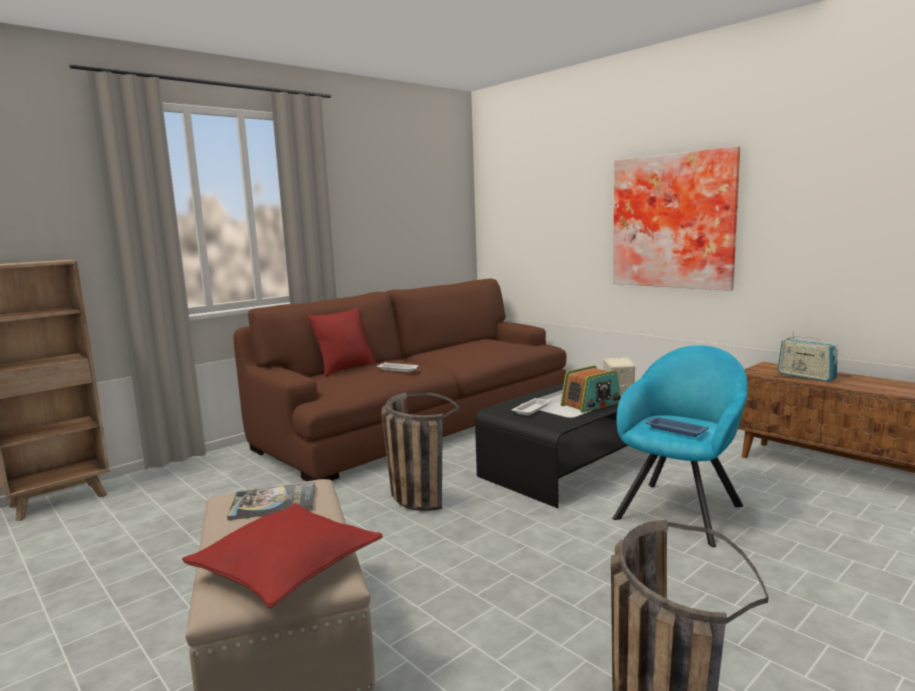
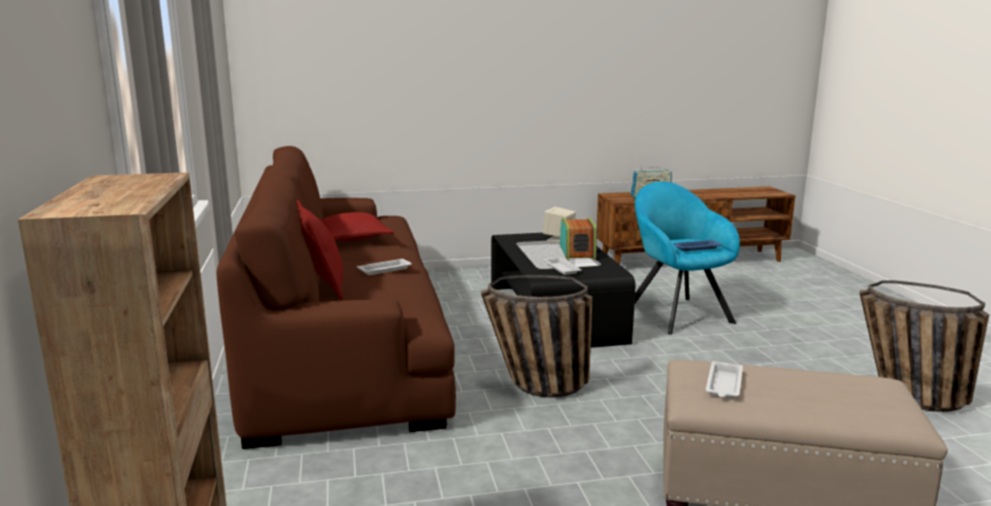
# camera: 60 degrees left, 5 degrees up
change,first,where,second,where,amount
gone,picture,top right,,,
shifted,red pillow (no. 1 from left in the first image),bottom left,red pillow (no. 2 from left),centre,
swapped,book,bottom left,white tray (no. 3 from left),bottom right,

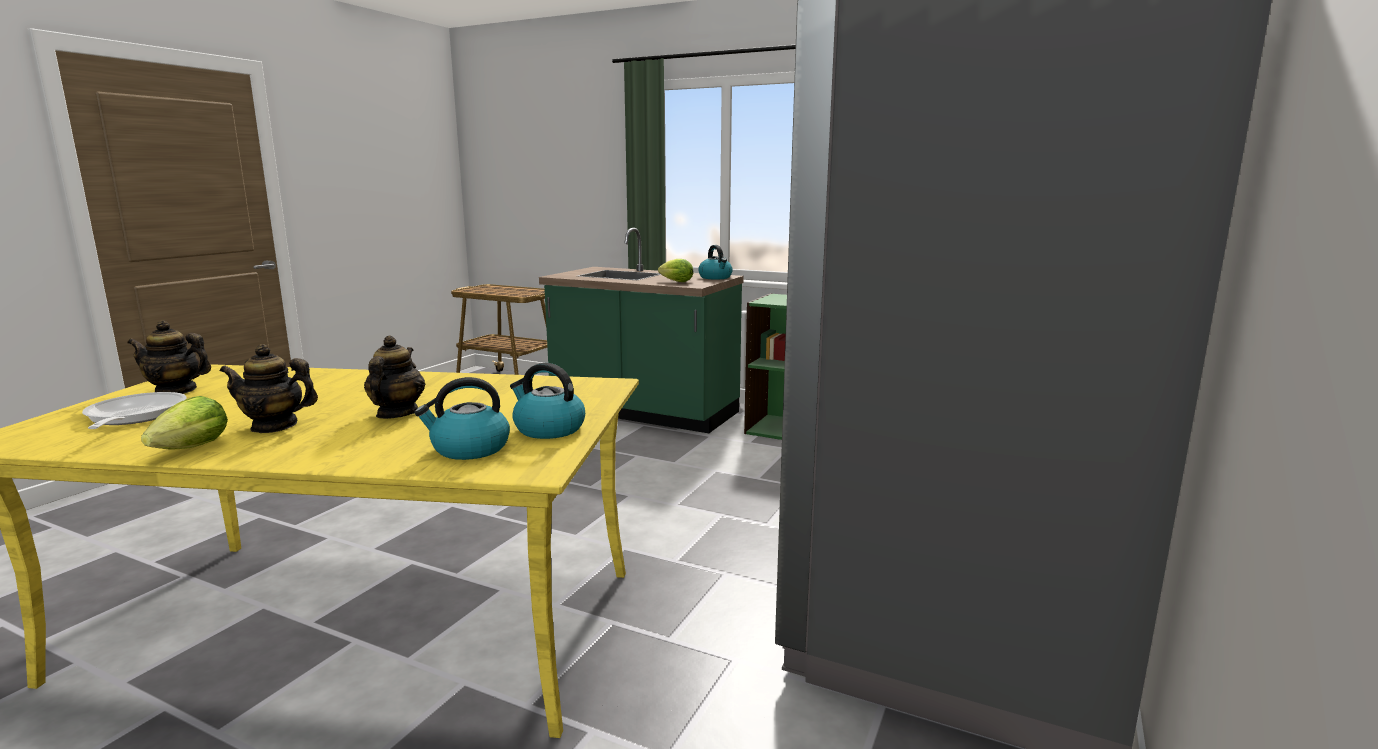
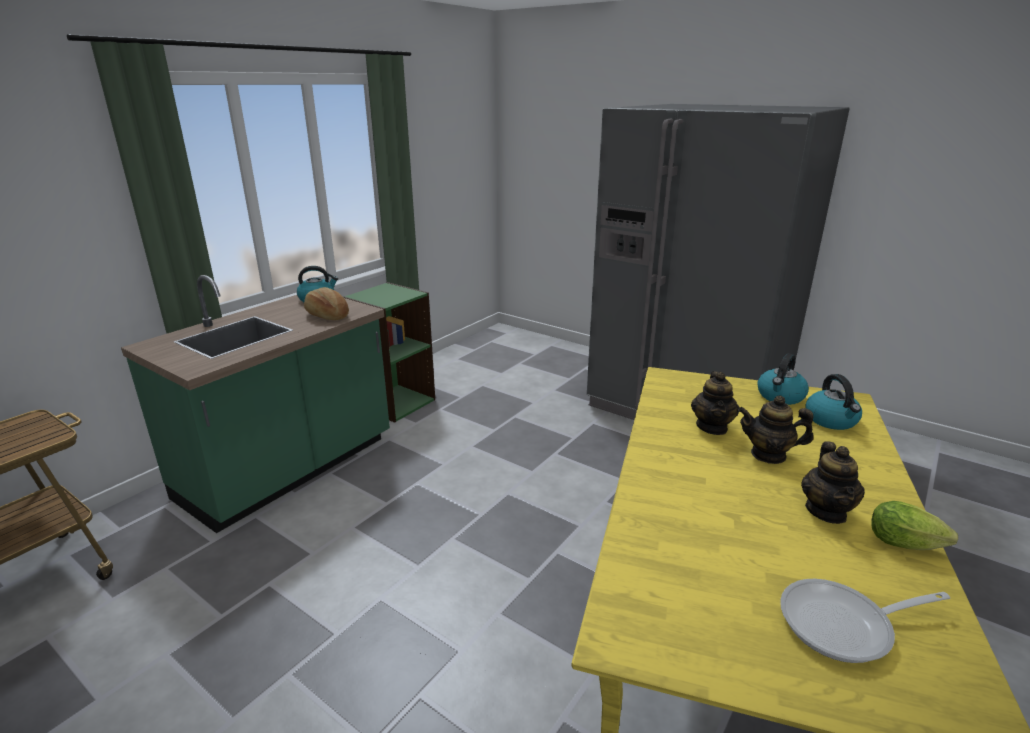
# camera: 80 degrees left, 10 degrees up
change,first,where,second,where,amount
shifted,teapot (no. 1 from left),middle left,,middle right,
swapped,lettuce (no. 2 from left),centre,bread,middle left,

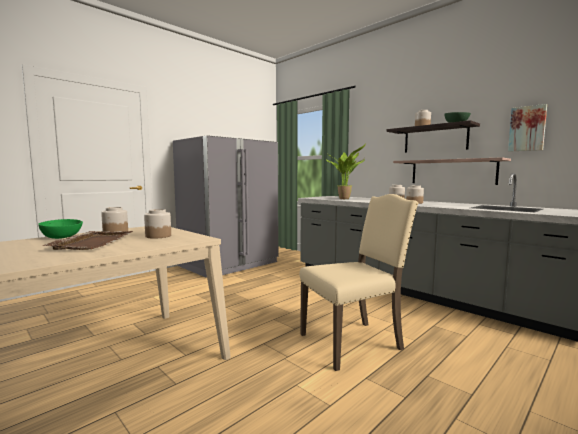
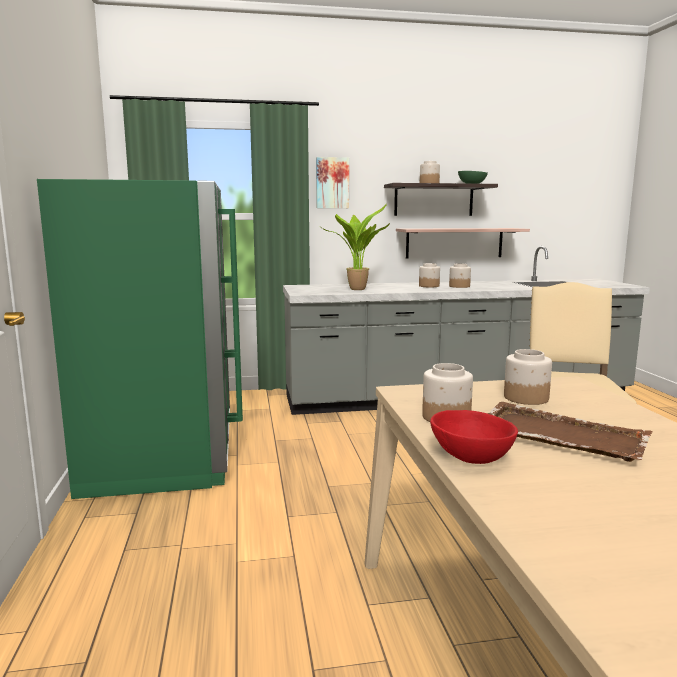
# camera: 55 degrees left, 5 degrees up
change,first,where,second,where,amount
shifted,picture,top right,,top centre,
repainted,green bowl (no. 1 from left),middle left,red bowl,middle right,
repainted,grey fridge,centre,green fridge,middle left,

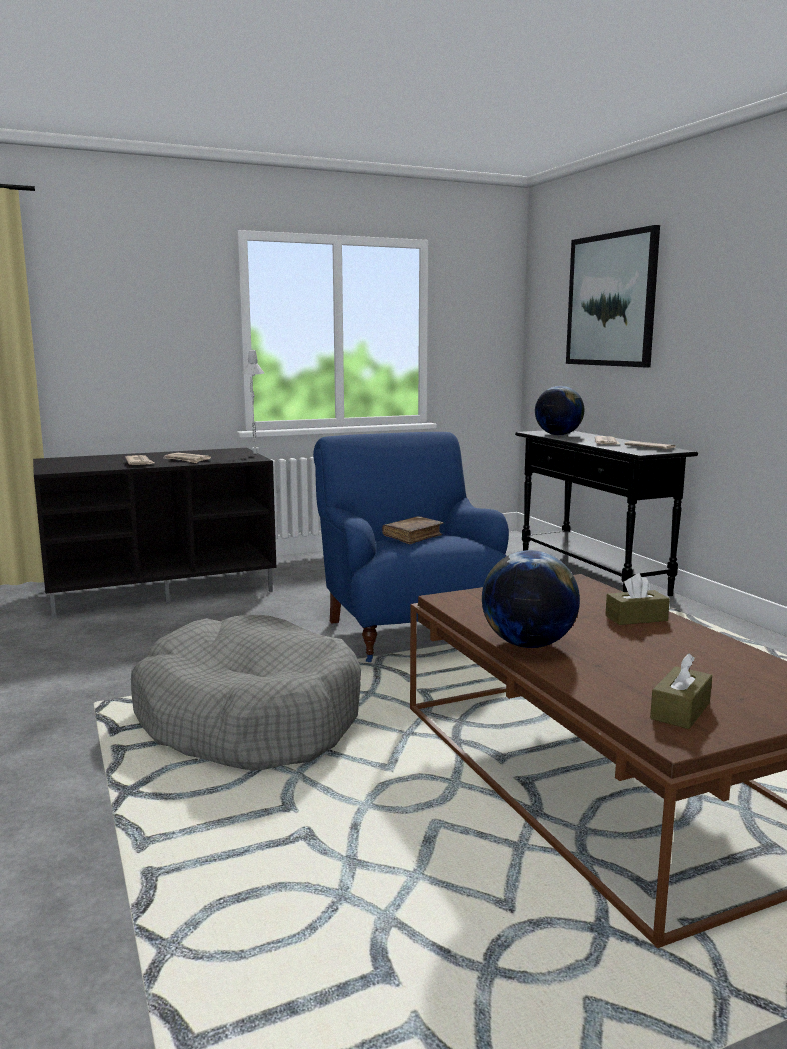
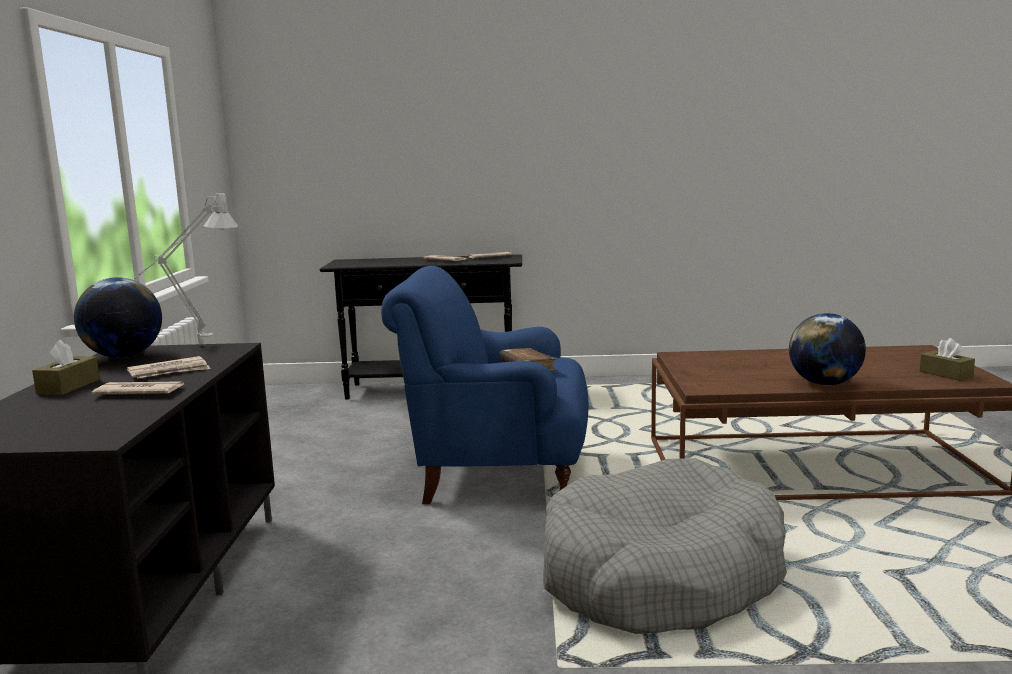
# camera: 65 degrees left, 0 degrees up
change,first,where,second,where,amount
gone,picture,top right,,,
shifted,globe (no. 2 from left in the first image),middle right,globe (no. 1 from left),middle left,
shifted,brown tissue box (no. 1 from left),middle right,,middle left,

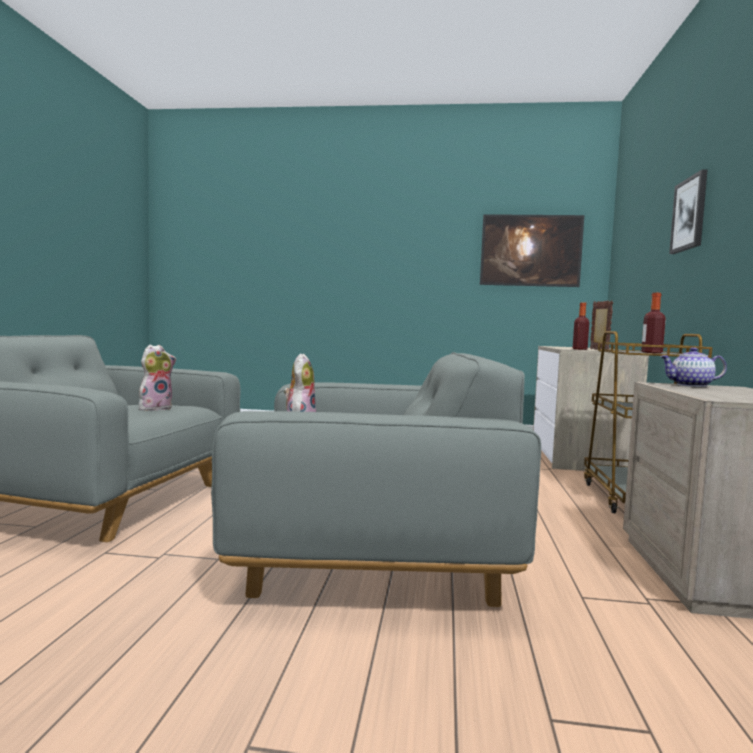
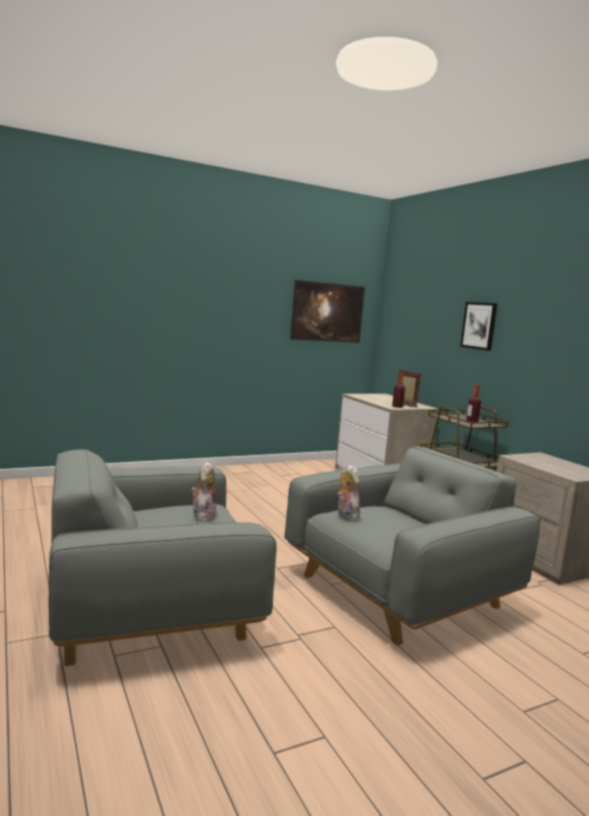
# camera: 35 degrees left, 5 degrees up
change,first,where,second,where,amount
gone,teapot,middle right,,,

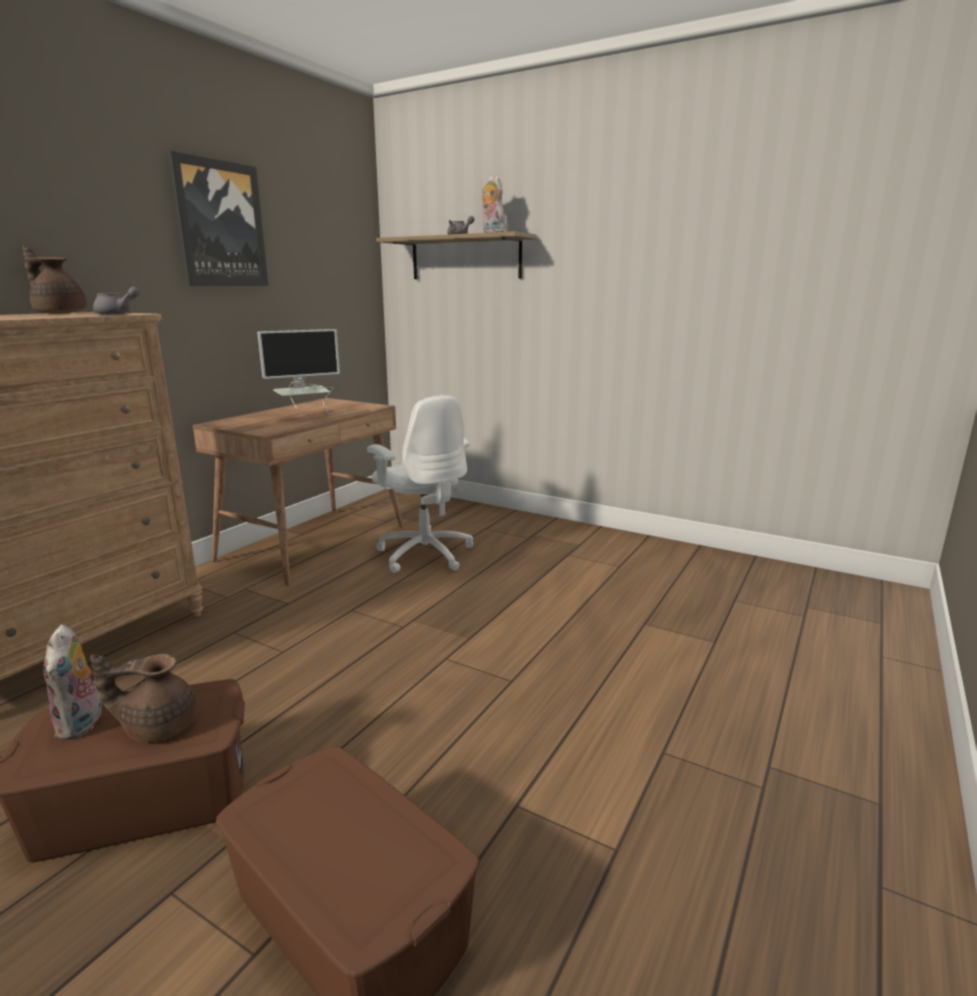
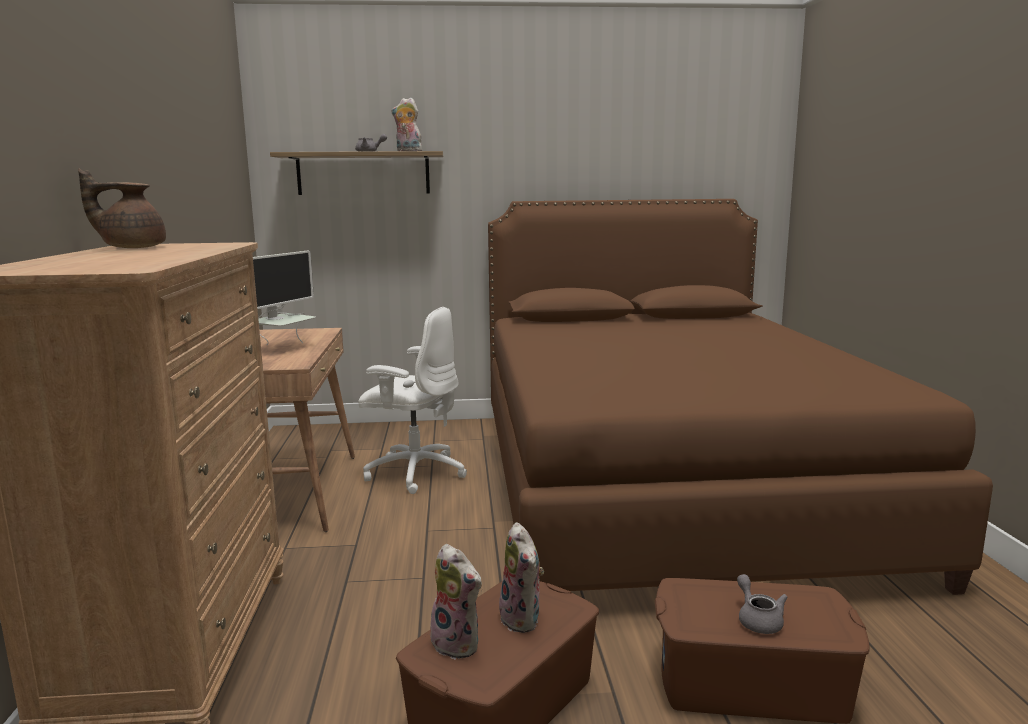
# camera: 35 degrees left, 5 degrees down
change,first,where,second,where,amount
gone,picture,top left,,,
new,,,brown bed,middle right,
shifted,grey teapot (no. 1 from left in the first image),top left,grey teapot (no. 2 from left),bottom right,
swapped,brown teapot (no. 2 from left),bottom left,plush toy (no. 3 from left),bottom centre,

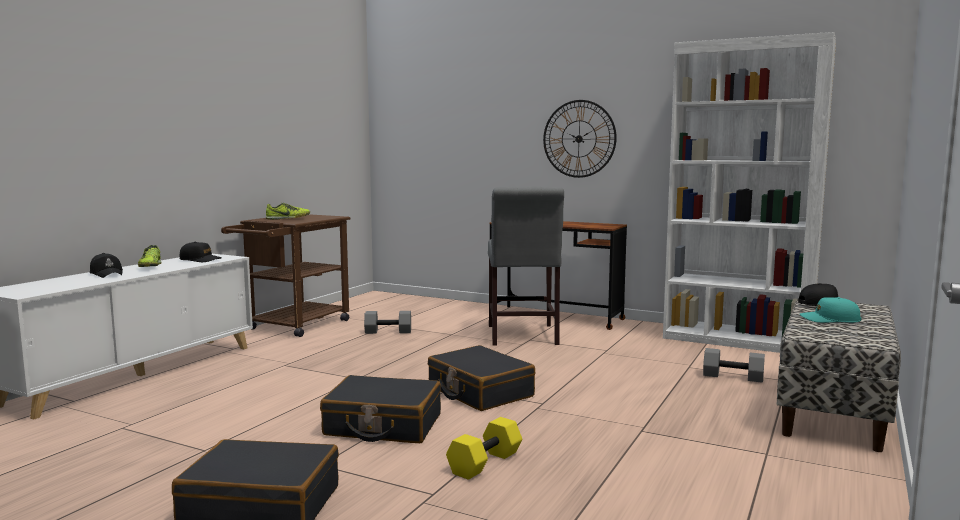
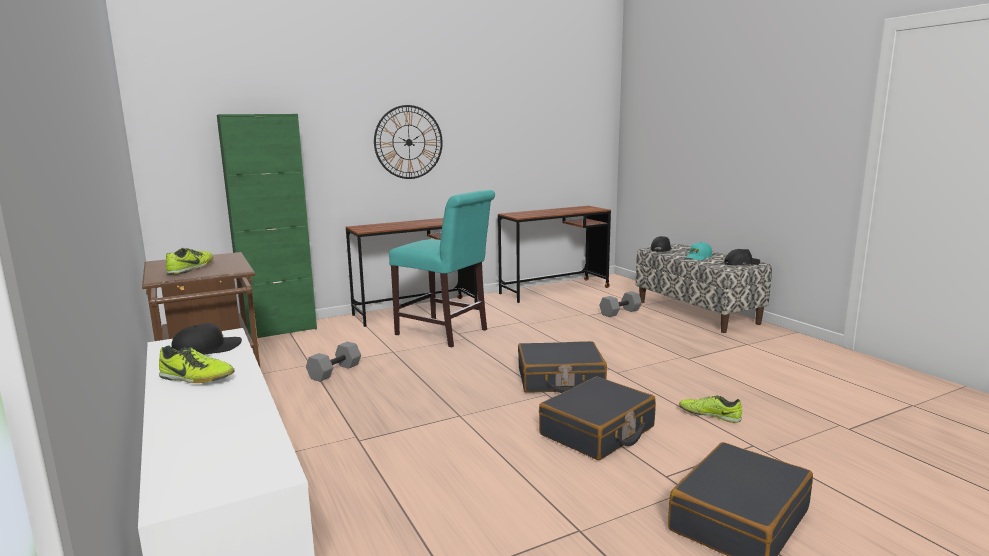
# camera: 55 degrees left, 5 degrees up
change,first,where,second,where,amount
new,,,green cabinet,middle left,
shifted,black cap (no. 1 from left in the first image),middle left,black cap (no. 3 from left),middle right,
swapped,yellow dumbbell,bottom centre,shoe (no. 3 from left),bottom right,
swapped,white bookcase,middle right,brown desk (no. 2 from left),centre,
repainted,grey chair,centre,turquoise chair,centre,

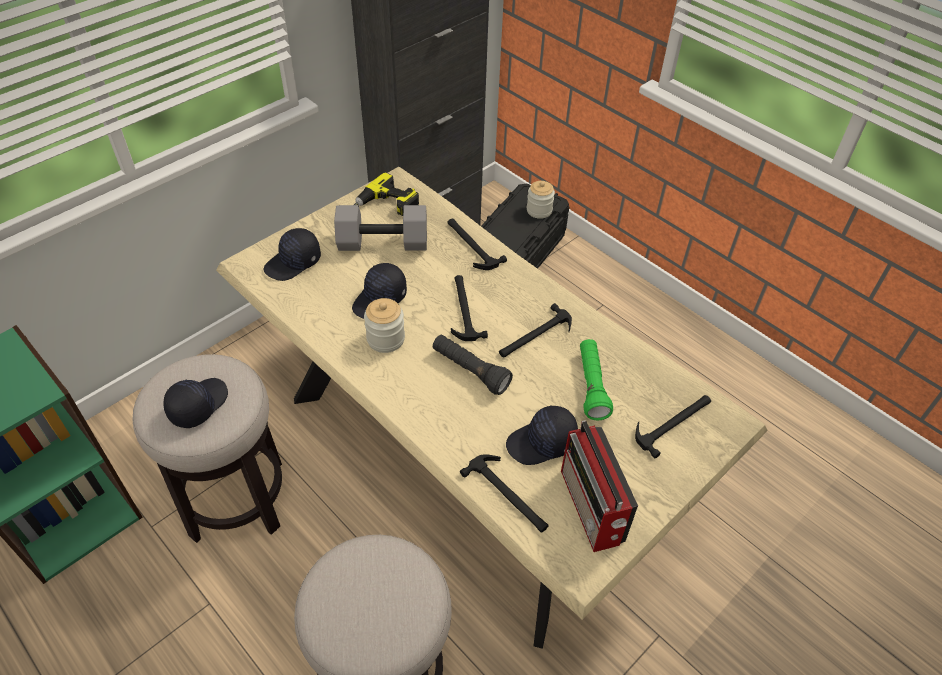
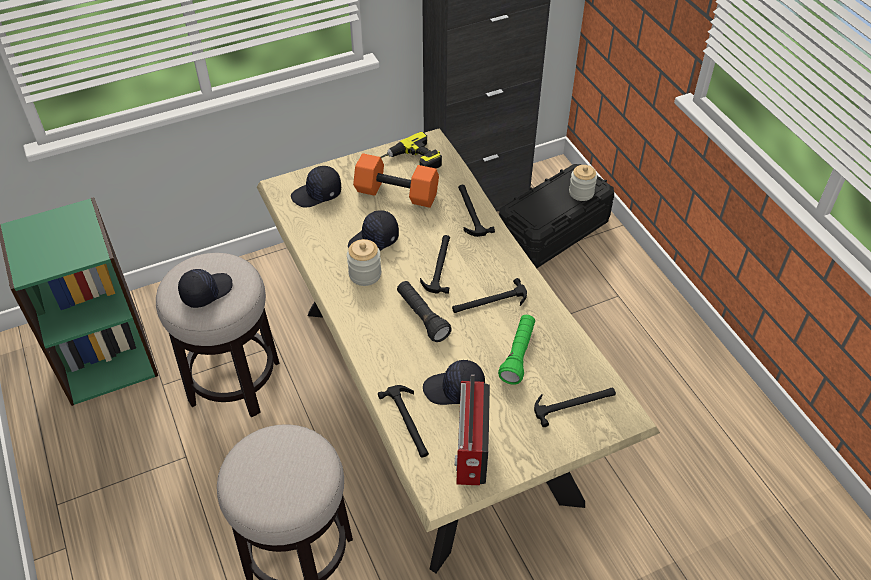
# camera: 20 degrees right, 0 degrees up
change,first,where,second,where,amount
repainted,grey dumbbell,centre,orange dumbbell,top centre,

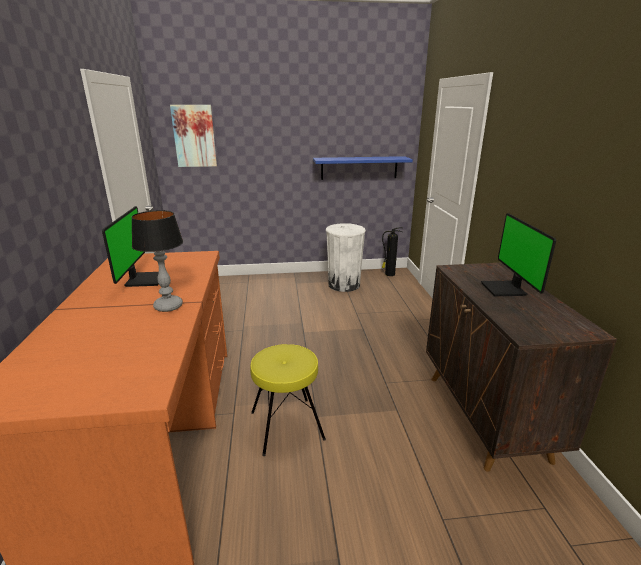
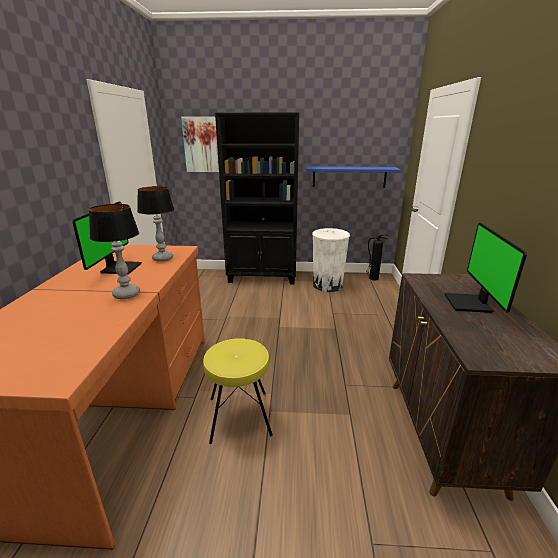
# camera: 10 degrees right, 0 degrees up
change,first,where,second,where,amount
new,,,table lamp (no. 2 from left),middle left,
new,,,black bookcase,centre,

